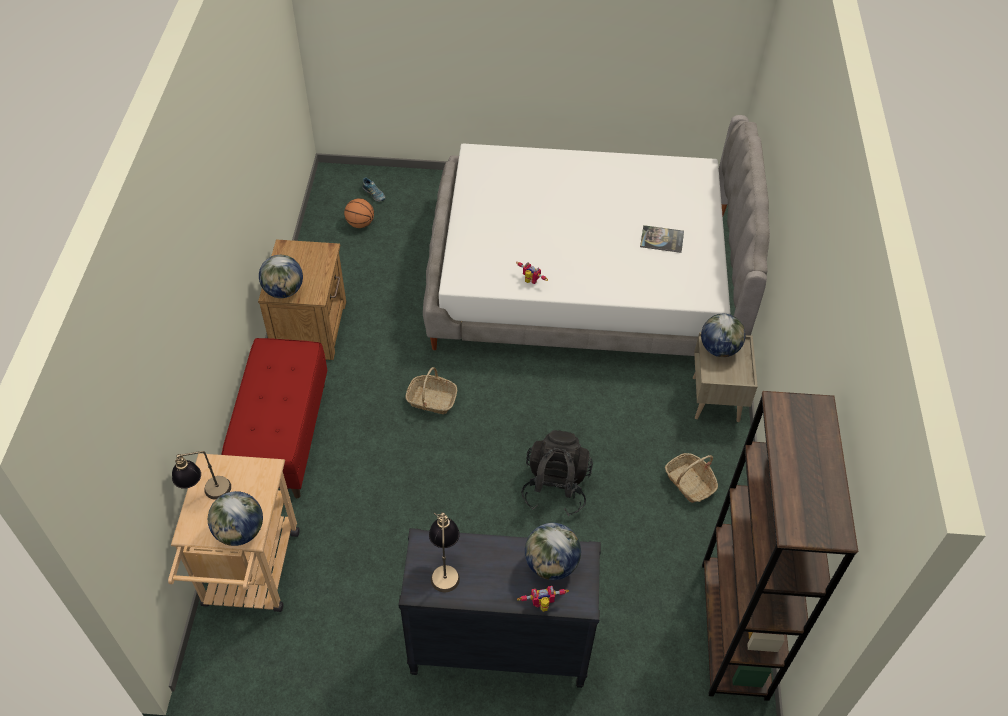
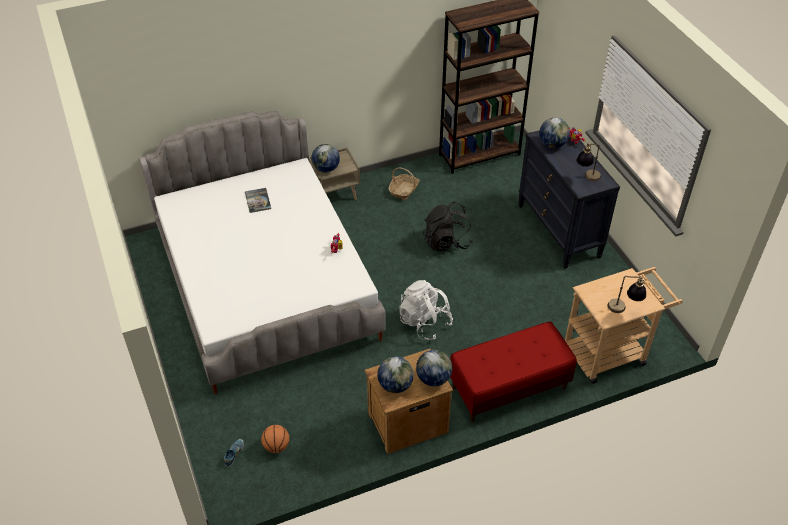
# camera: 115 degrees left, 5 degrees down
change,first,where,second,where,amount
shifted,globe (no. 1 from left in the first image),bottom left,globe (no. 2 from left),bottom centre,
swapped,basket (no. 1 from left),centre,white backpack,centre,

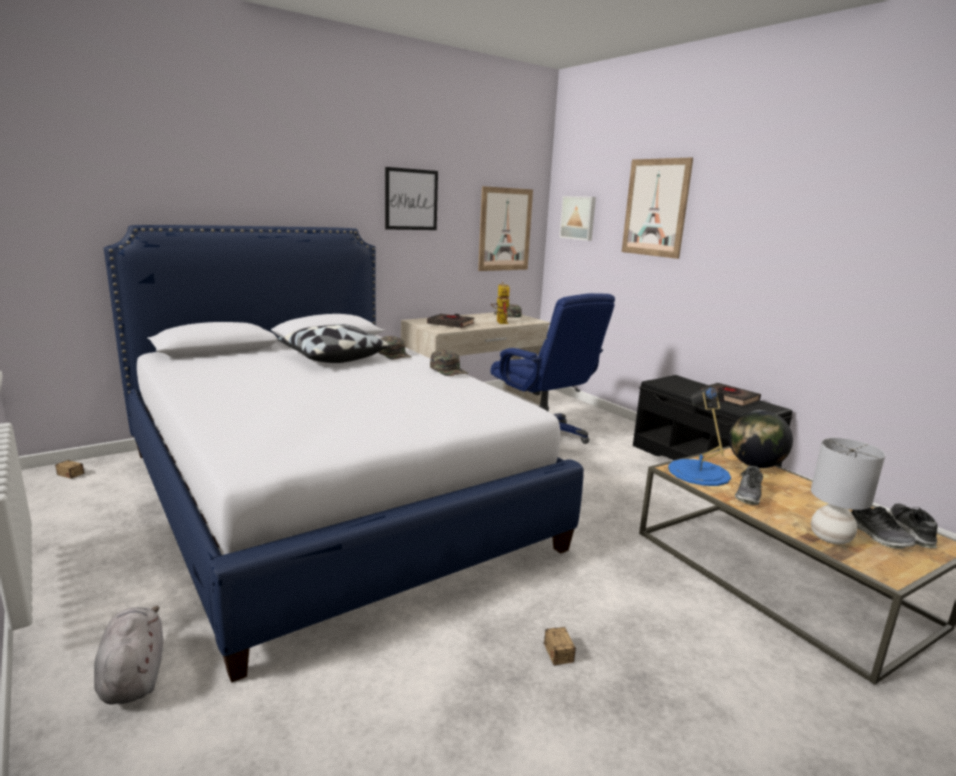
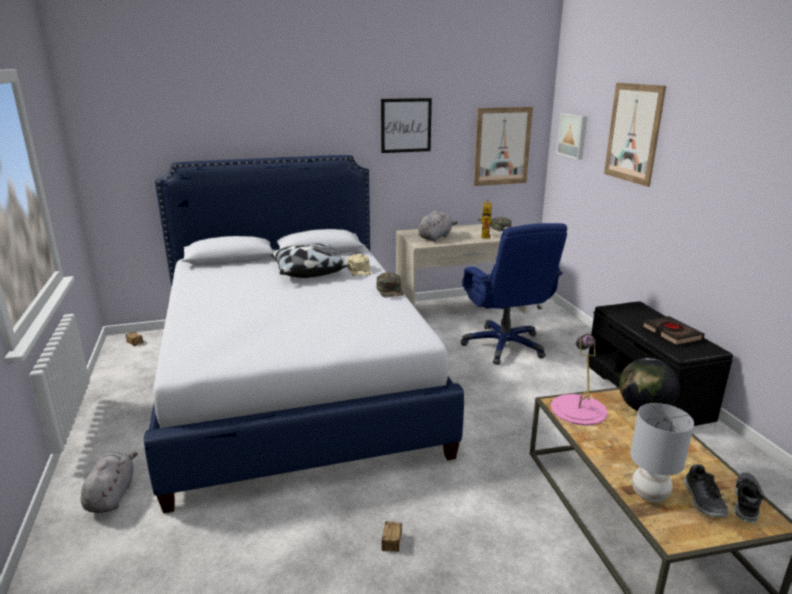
# camera: 20 degrees right, 5 degrees up
change,first,where,second,where,amount
gone,shoe (no. 1 from left),middle right,,,
swapped,black book (no. 1 from left),centre,grey plush toy (no. 2 from left),centre,
repainted,green cap (no. 1 from left),centre,beige cap,centre,
repainted,blue table lamp,middle right,pink table lamp,middle right,

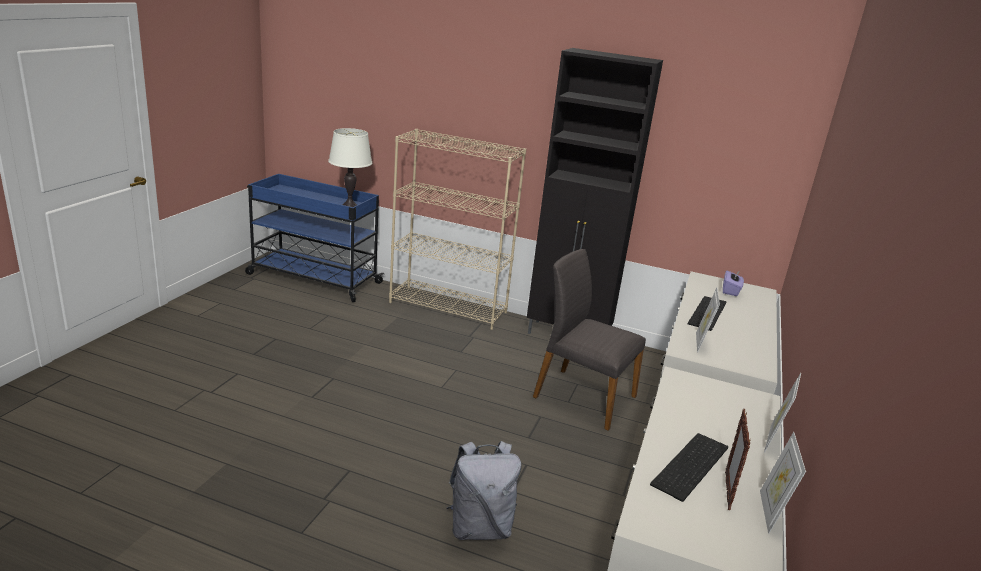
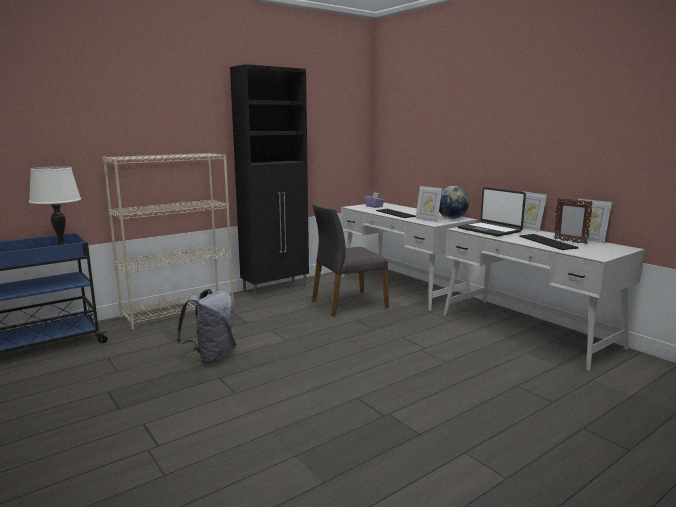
# camera: 55 degrees left, 10 degrees down
change,first,where,second,where,amount
new,,,globe,middle right,
new,,,laptop,middle right,
shifted,grey backpack,bottom centre,,middle left,

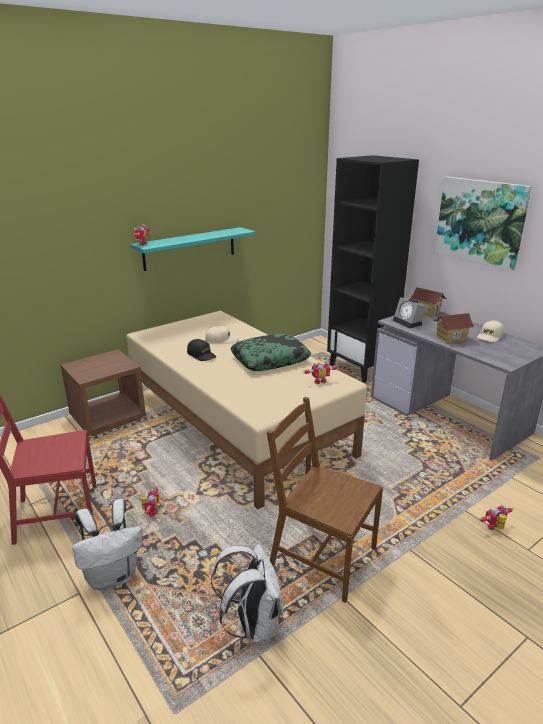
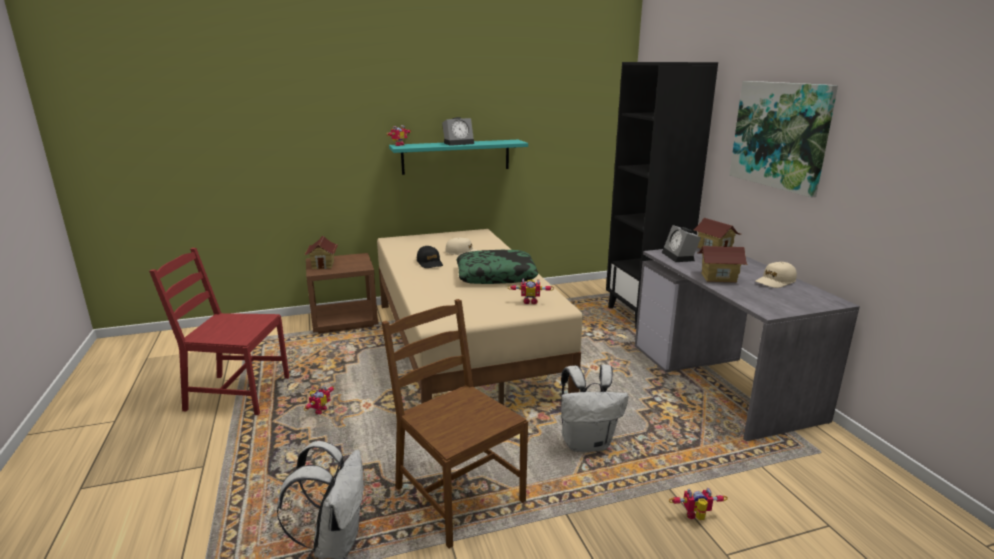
# camera: 20 degrees right, 5 degrees down
change,first,where,second,where,amount
new,,,toy house (no. 1 from left),middle left,
new,,,alarm clock (no. 1 from left),top centre,
shifted,white backpack (no. 1 from left in the first image),bottom left,white backpack (no. 2 from left),bottom centre,

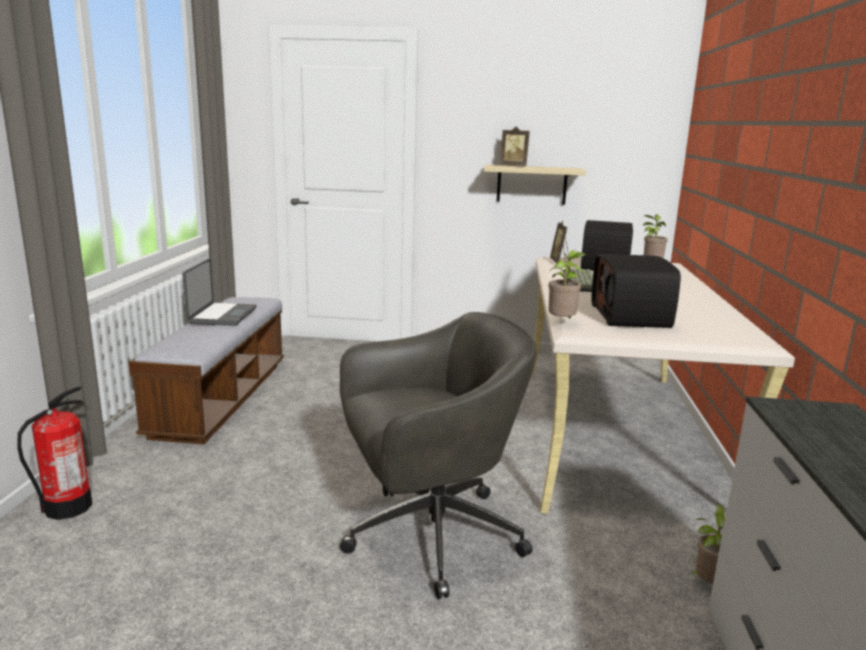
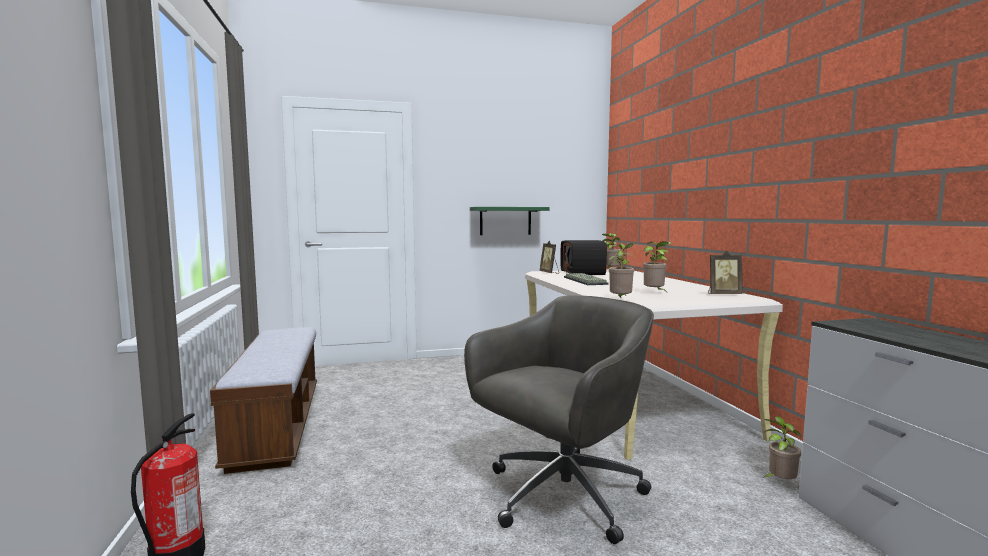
# camera: 20 degrees left, 10 degrees down
change,first,where,second,where,amount
gone,laptop,middle left,,,
shifted,picture frame (no. 1 from left in the first image),top centre,picture frame (no. 2 from left),middle right,
swapped,radio (no. 2 from left),middle right,potted plant (no. 3 from left),centre,
repainted,beige shelf,top centre,green shelf,centre,

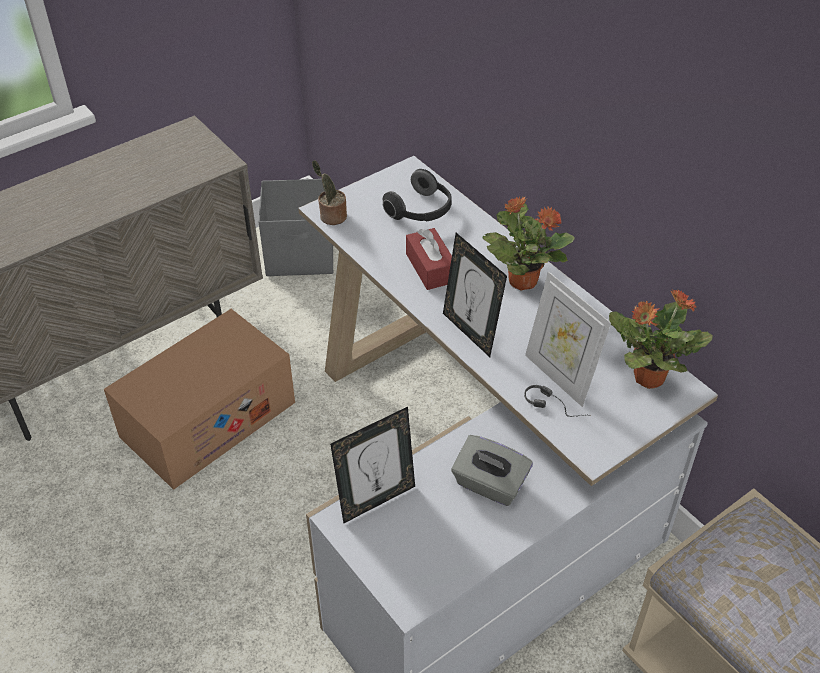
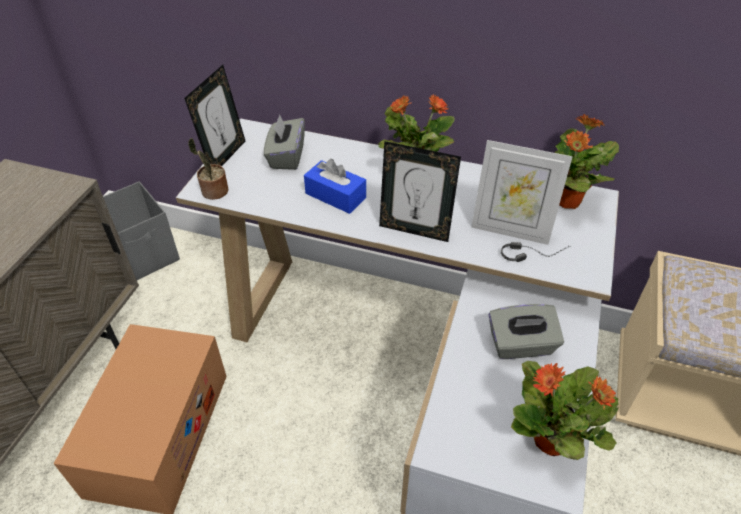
# camera: 35 degrees left, 0 degrees up
change,first,where,second,where,amount
new,,,potted plant (no. 3 from left),bottom right,
shifted,picture frame (no. 1 from left),bottom centre,,top left,
swapped,headphones (no. 1 from left),top centre,grey tissue box (no. 1 from left),top centre,
repainted,red tissue box,centre,blue tissue box,centre,

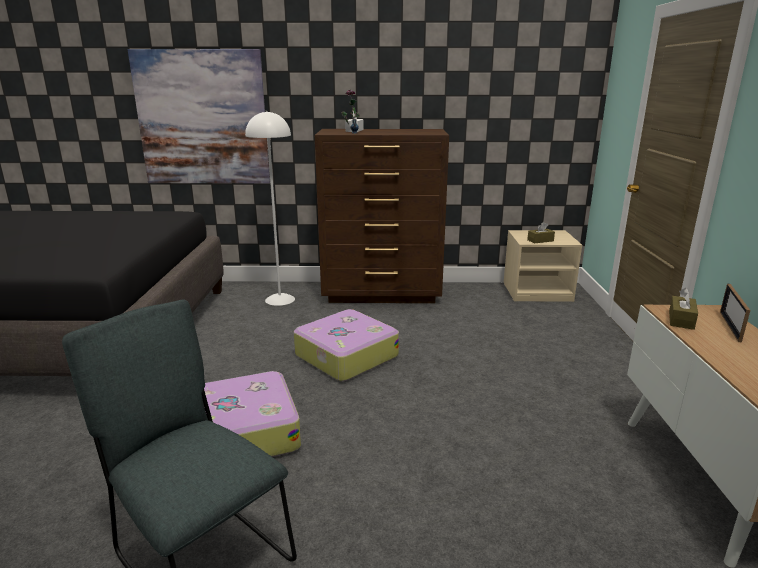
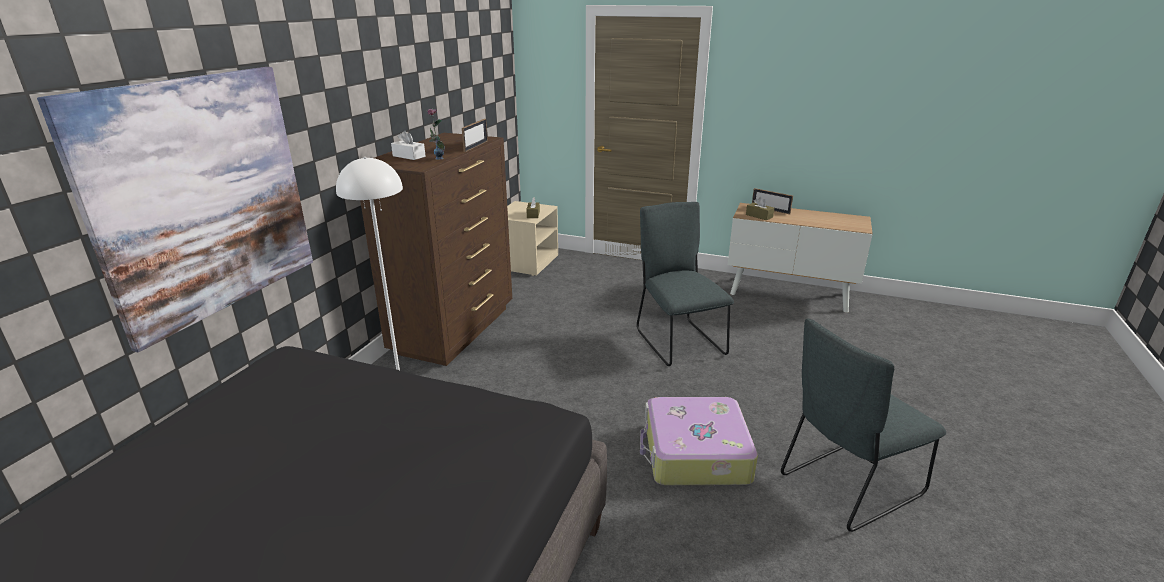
# camera: 70 degrees left, 5 degrees up
change,first,where,second,where,amount
gone,suitcase (no. 2 from left),centre,,,
new,,,picture frame (no. 1 from left),top centre,
new,,,grey chair (no. 1 from left),centre,

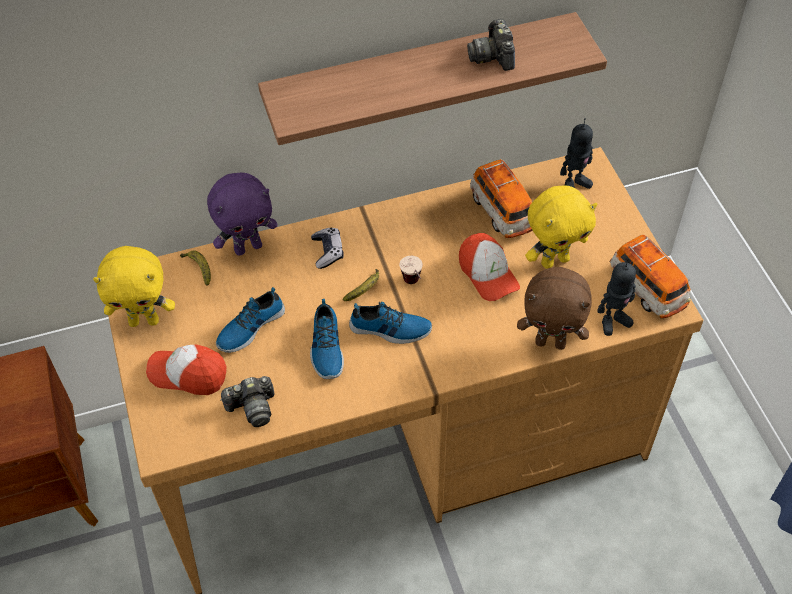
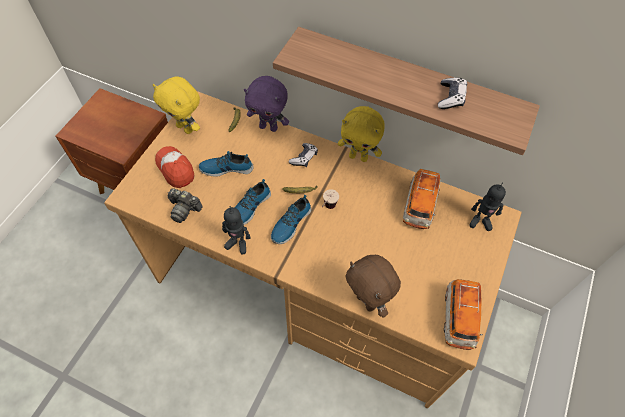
# camera: 40 degrees right, 5 degrees up
change,first,where,second,where,amount
gone,cap (no. 2 from left),centre,,,
shifted,yellow plush toy (no. 2 from left),middle right,,top centre,
shifted,toy robot (no. 2 from left in the first image),middle right,toy robot (no. 1 from left),centre,
swapped,photo camera (no. 2 from left),top centre,game controller (no. 2 from left),top right,
rotated,shoe (no. 3 from left),centre,,centre,75 degrees clockwise

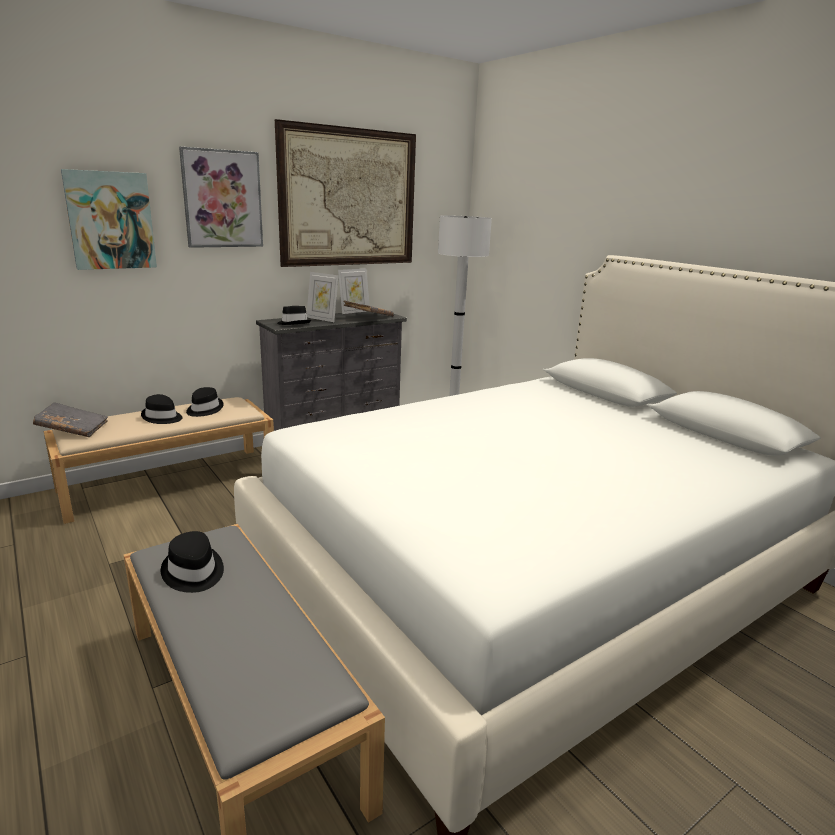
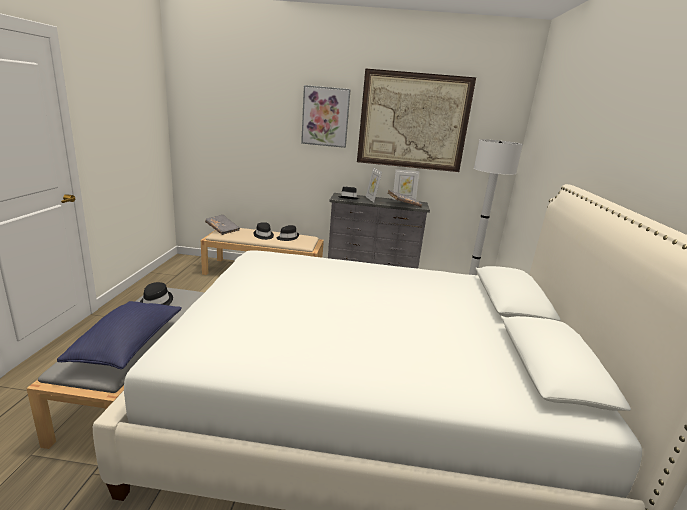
# camera: 40 degrees right, 0 degrees up
change,first,where,second,where,amount
gone,picture (no. 1 from left),top left,,,
new,,,blue pillow,middle left,

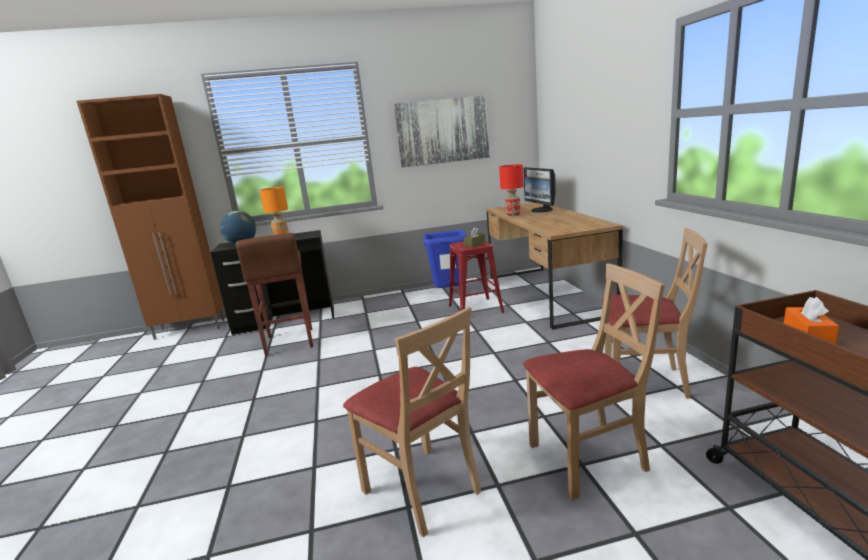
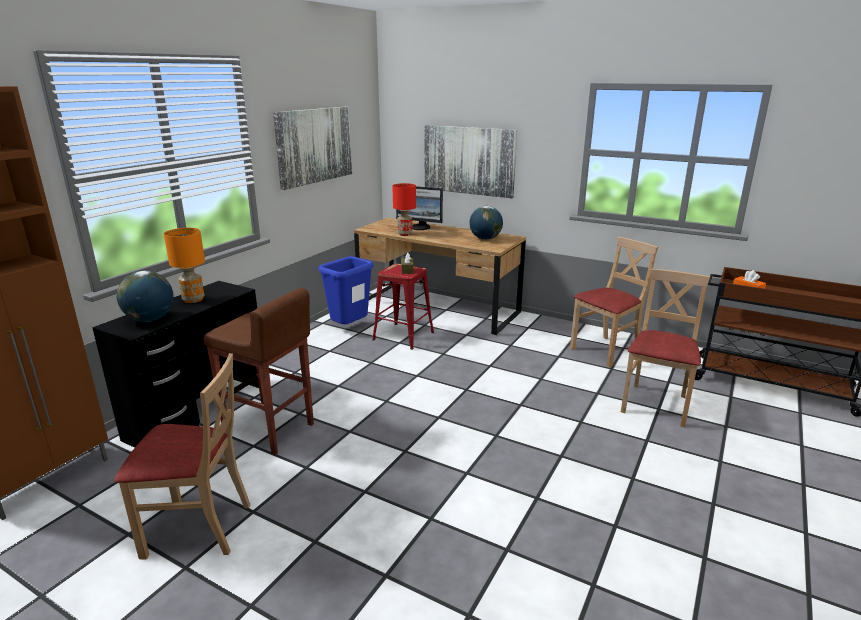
# camera: 50 degrees left, 5 degrees up
change,first,where,second,where,amount
new,,,picture (no. 2 from left),top centre,
new,,,globe (no. 2 from left),centre,
shifted,beige chair (no. 1 from left),bottom centre,,bottom left,

